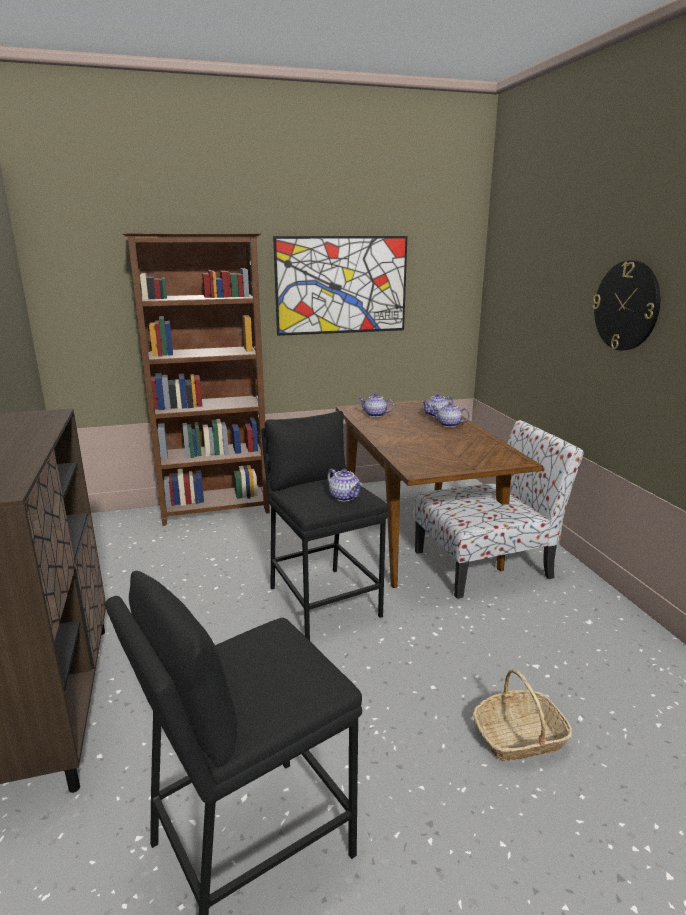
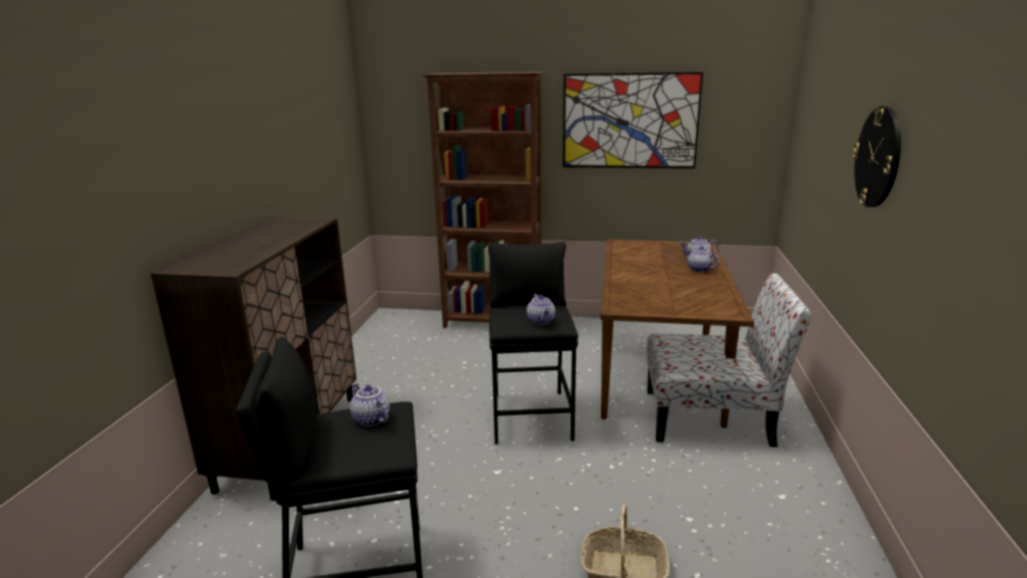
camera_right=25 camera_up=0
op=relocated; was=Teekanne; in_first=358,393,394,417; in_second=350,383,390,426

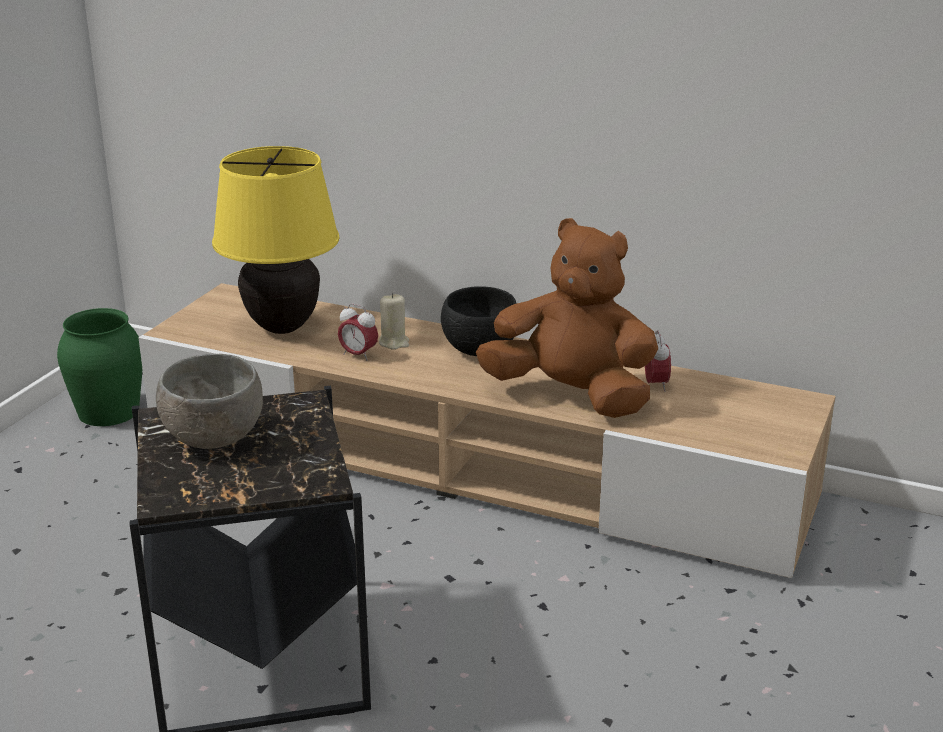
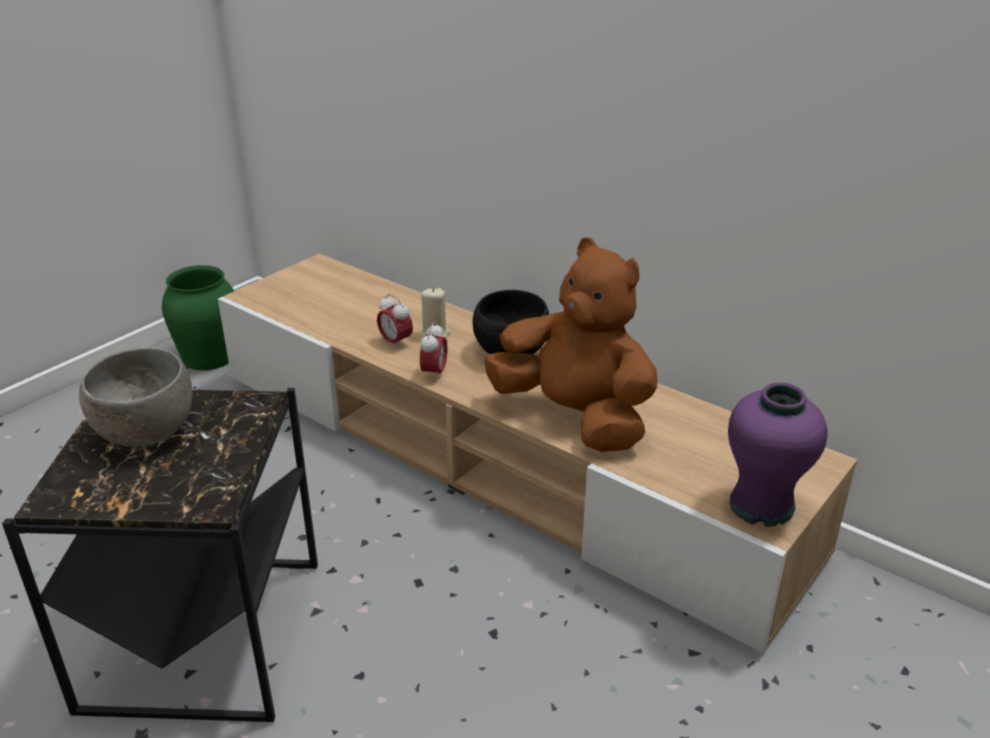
camera_right=15 camera_up=5
op=missing; was=Tischlampe/gelb; in_first=212,146,339,334
op=relocated; was=Wecker; in_first=645,330,671,392; in_second=420,322,448,382
op=appeared; now=Vase/lila; in_second=728,382,827,527

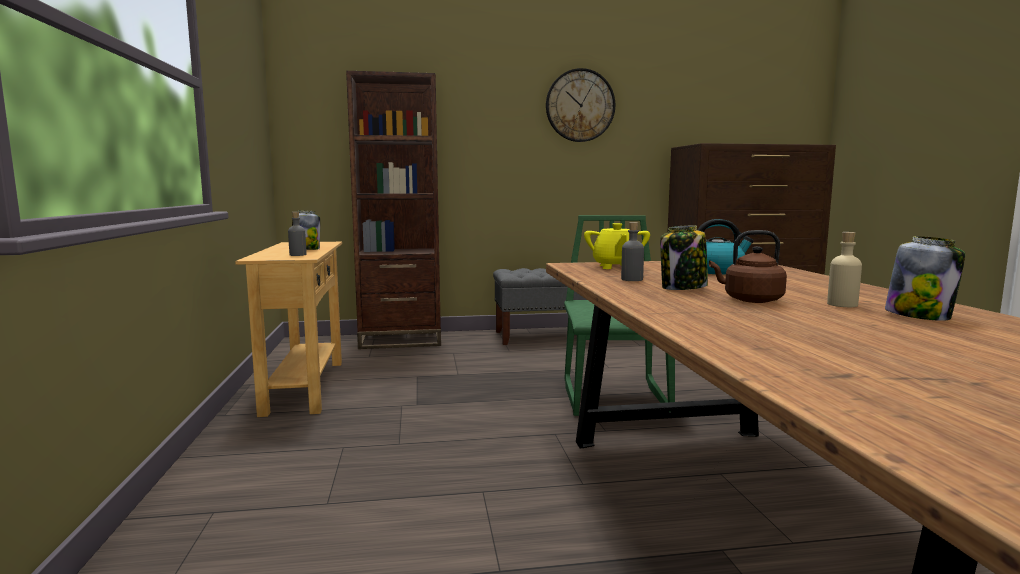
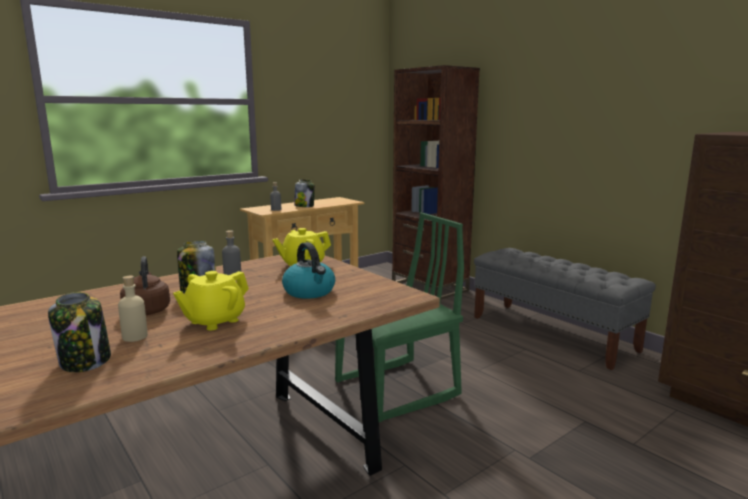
camera_right=60 camera_up=5
op=missing; was=Wanduhr; in_first=546,68,615,142
op=appeared; now=Teekanne/gelb; in_second=173,271,249,330

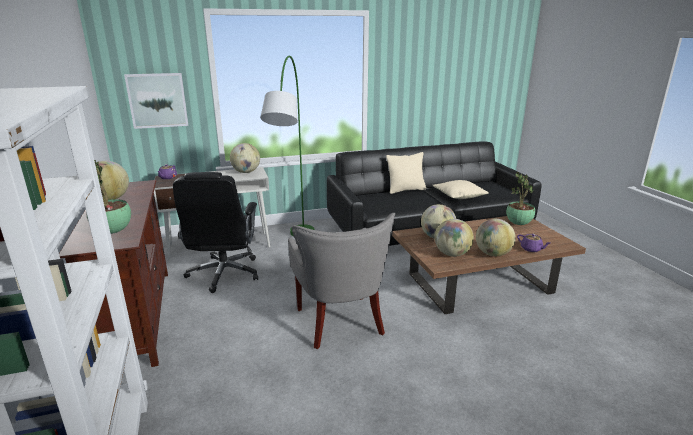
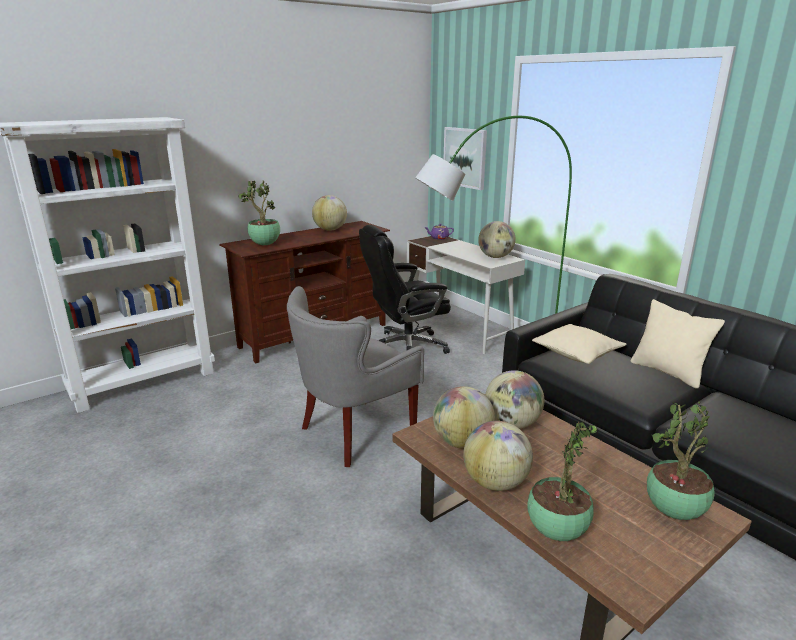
camera_right=70 camera_up=0
op=relocated; was=Kissen/beige; in_first=433,180,489,199; in_second=532,324,627,364
op=exchanged; was=Teekanne/lila; now=Topfpflanze; in_first=517,234,550,252; in_second=527,422,598,541

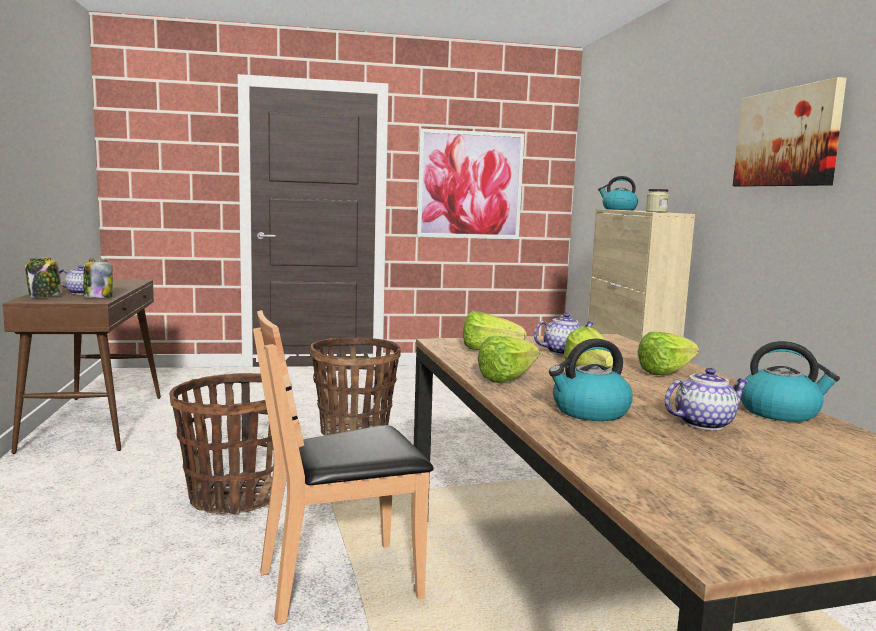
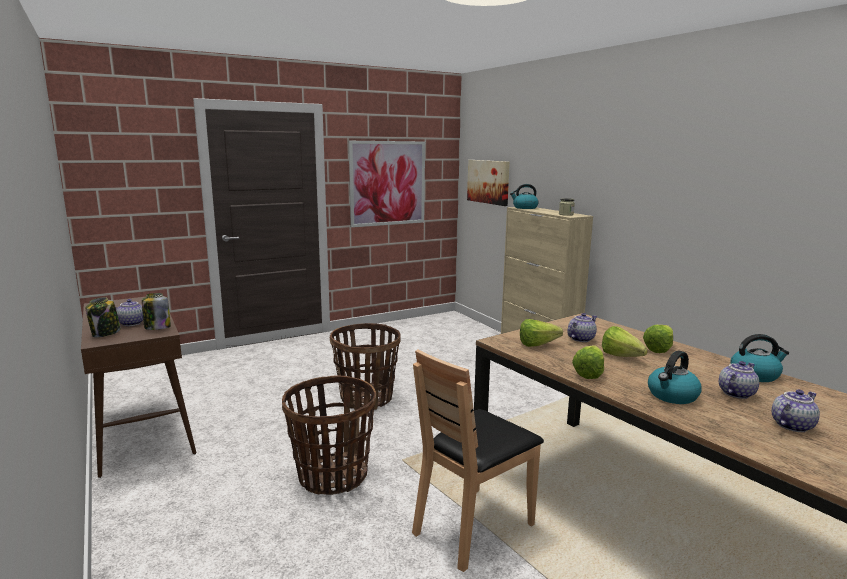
camera_right=-20 camera_up=5
op=relocated; was=Bild; in_first=733,77,847,187; in_second=467,160,510,206
op=appeared; now=Teekanne; in_second=772,389,820,432

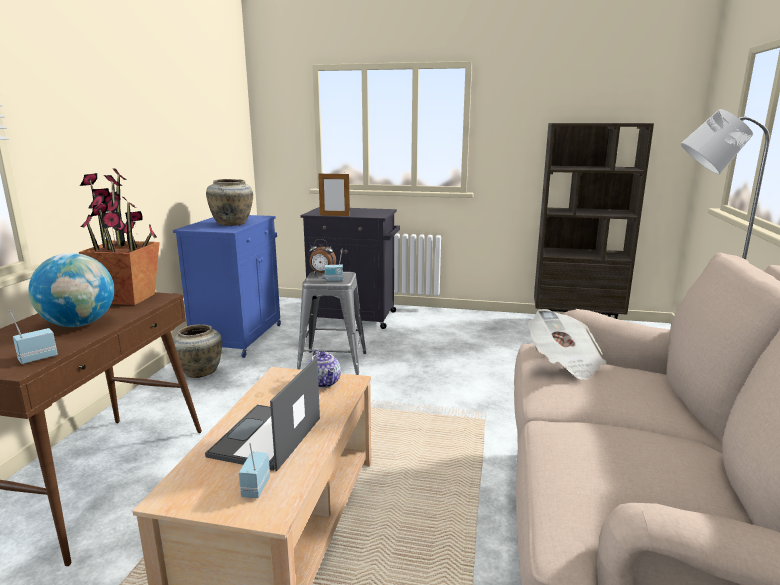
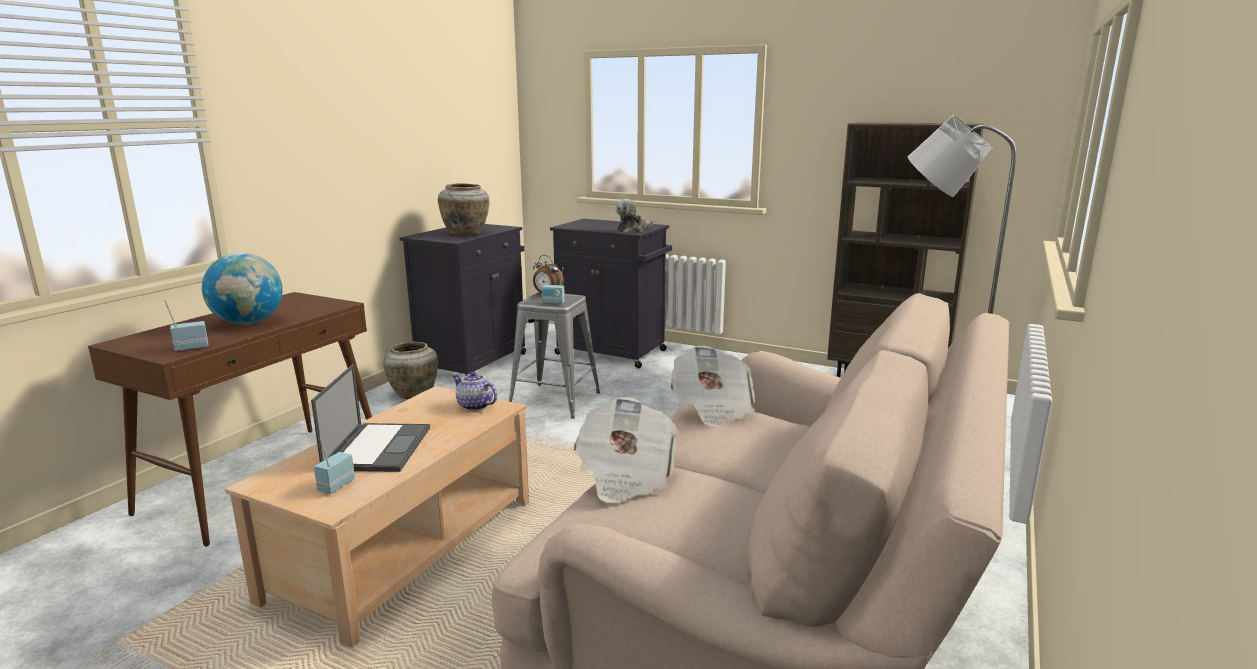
camera_right=15 camera_up=0
op=missing; was=Topfpflanze; in_first=79,168,160,305
op=missing; was=Bilderrahmen; in_first=318,172,350,216
op=colour; was=Schrank/blau; now=Schrank/schwarz; in_first=173,215,281,358; in_second=400,224,526,376
op=spun; was=Teekanne; in_first=307,349,341,388; in_second=452,371,497,411; clockwise=135
op=spun; was=Laptop; in_first=205,357,320,471; in_second=311,364,430,472; clockwise=150
op=appeared; now=Plüschtier; in_second=616,199,653,233
op=appeared; now=Zeitung; in_second=574,397,678,503

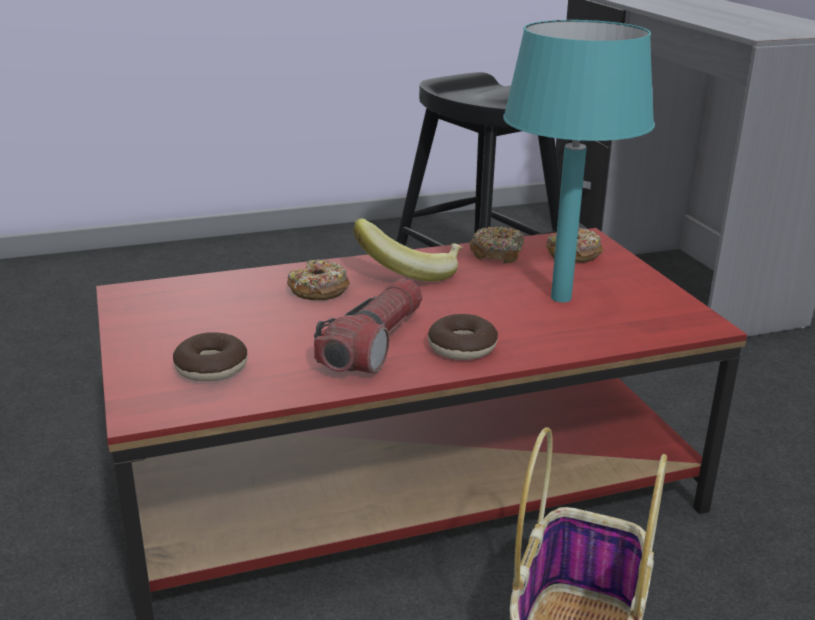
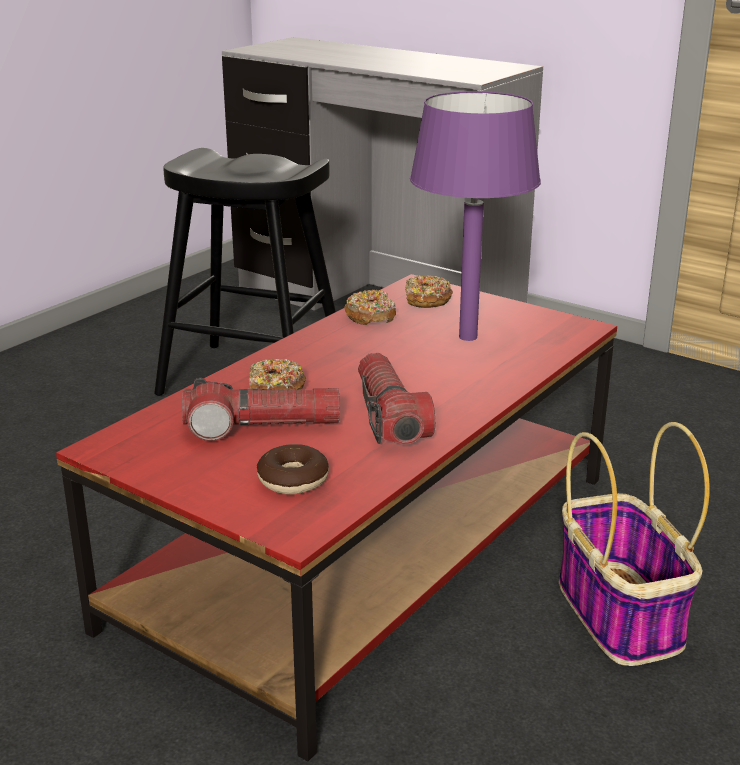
camera_right=-35 camera_up=0
op=colour; was=Tischlampe/türkis; now=Tischlampe/lila; in_first=503,20,655,302; in_second=410,91,541,341
op=missing; was=Banane; in_first=353,218,463,281
op=missing; was=Donut; in_first=428,314,498,360
op=appeared; now=Taschenlampe; in_second=182,378,340,441

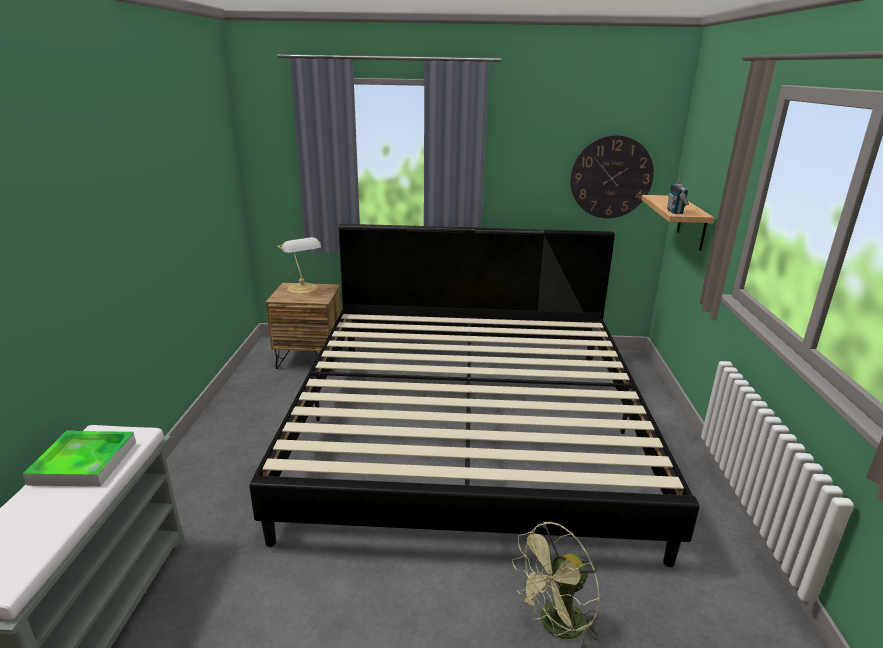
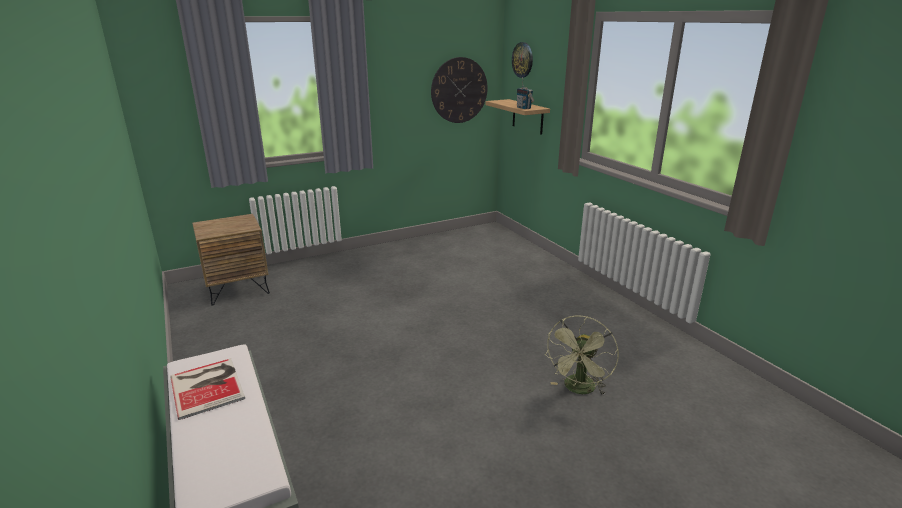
camera_right=-30 camera_up=0
op=missing; was=Bett; in_first=249,224,699,567
op=missing; was=Tischlampe; in_first=277,237,321,294
op=exchanged; was=Tablett; now=Buch; in_first=23,431,136,486; in_second=170,358,245,420
op=appeared; now=Wanduhr; in_second=512,42,533,78

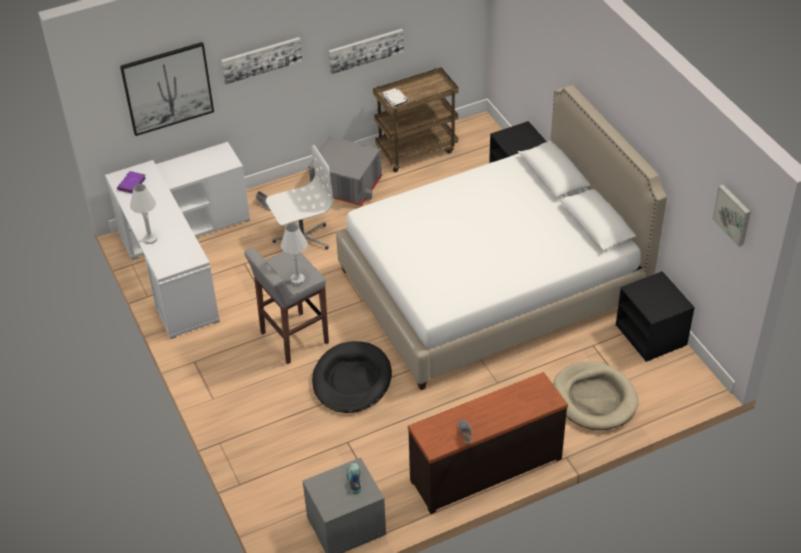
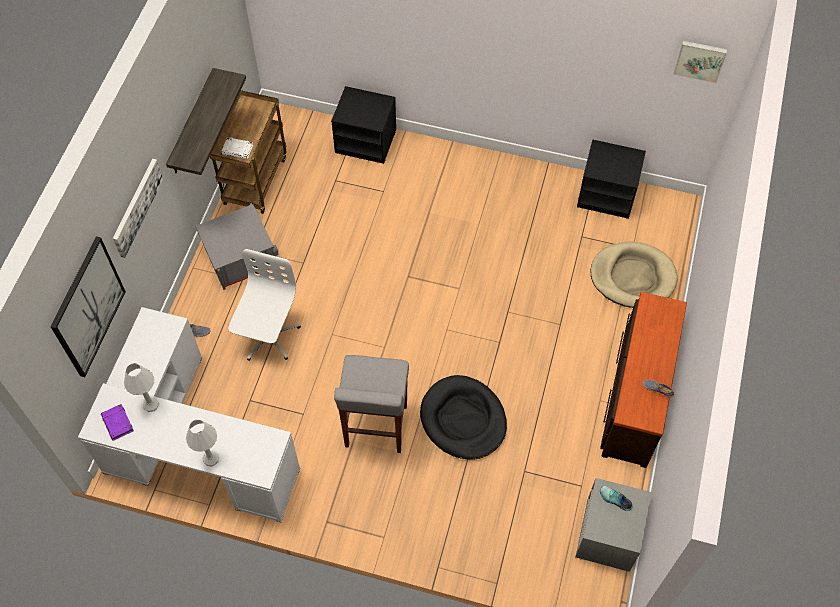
camera_right=-50 camera_up=15
op=exchanged; was=Bild; now=Wandregal; in_first=329,29,404,74; in_second=166,68,246,175
op=missing; was=Bett/weiß; in_first=336,85,667,390
op=relocated; was=Tischlampe/weiß; in_first=281,223,307,285; in_second=124,363,159,412

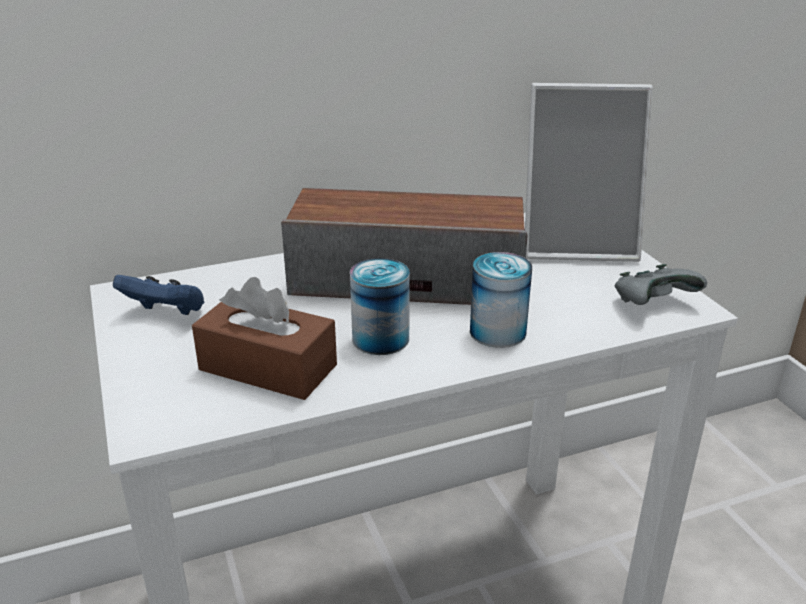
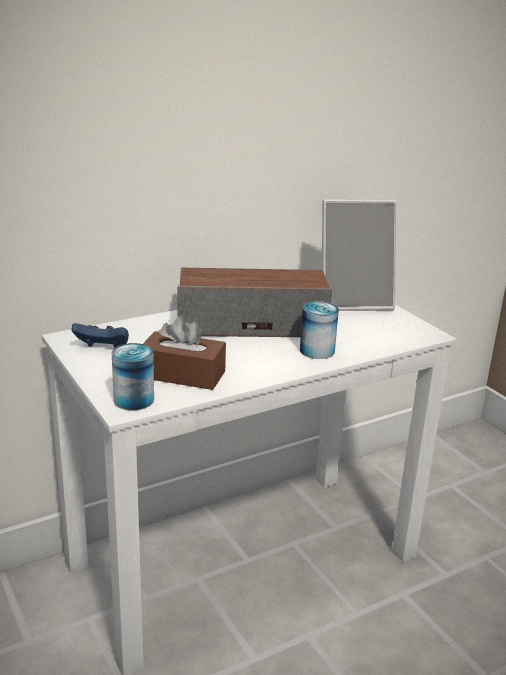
camera_right=-10 camera_up=-5
op=relocated; was=Dose; in_first=350,258,410,355; in_second=112,343,154,410
op=missing; was=Gamepad/grau; in_first=615,264,707,305

